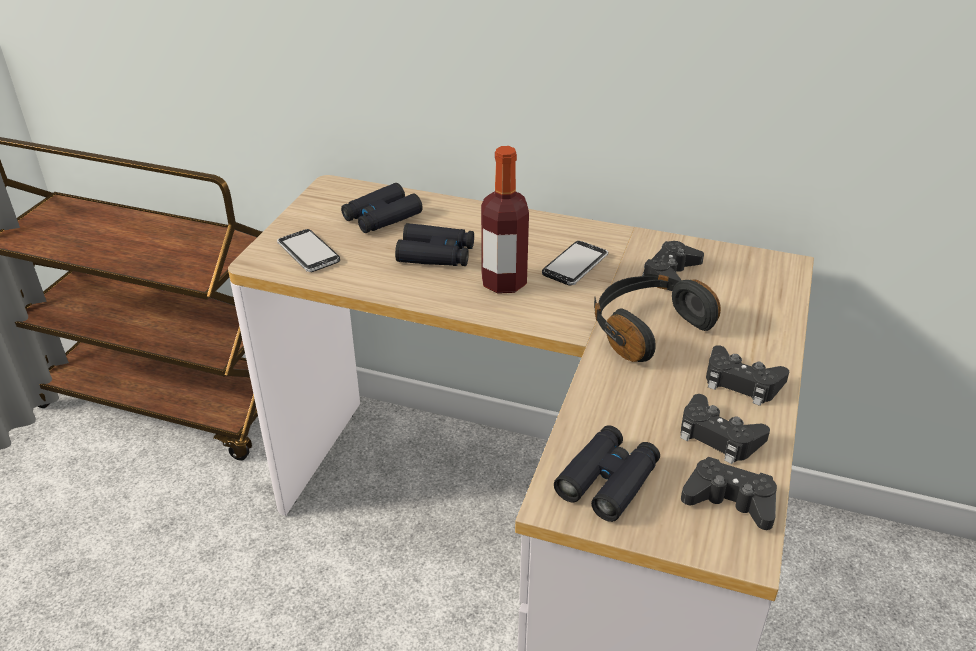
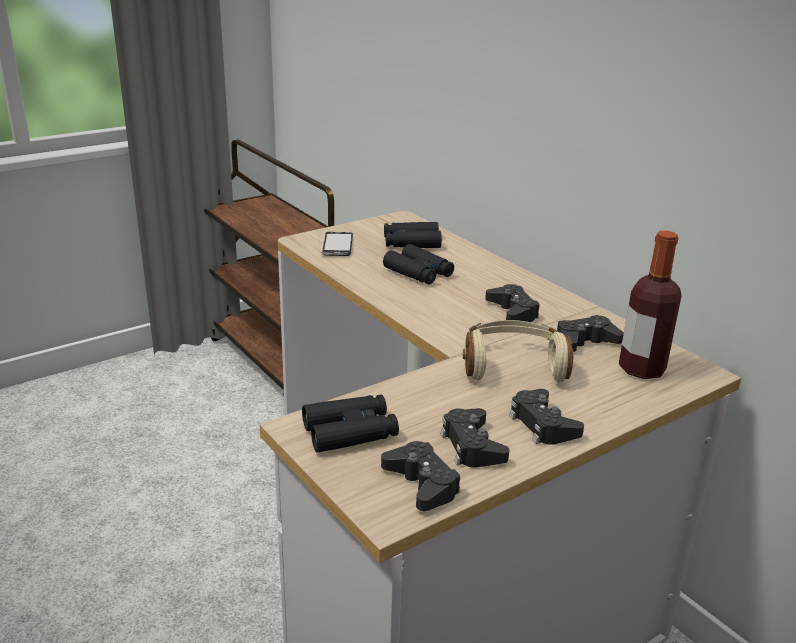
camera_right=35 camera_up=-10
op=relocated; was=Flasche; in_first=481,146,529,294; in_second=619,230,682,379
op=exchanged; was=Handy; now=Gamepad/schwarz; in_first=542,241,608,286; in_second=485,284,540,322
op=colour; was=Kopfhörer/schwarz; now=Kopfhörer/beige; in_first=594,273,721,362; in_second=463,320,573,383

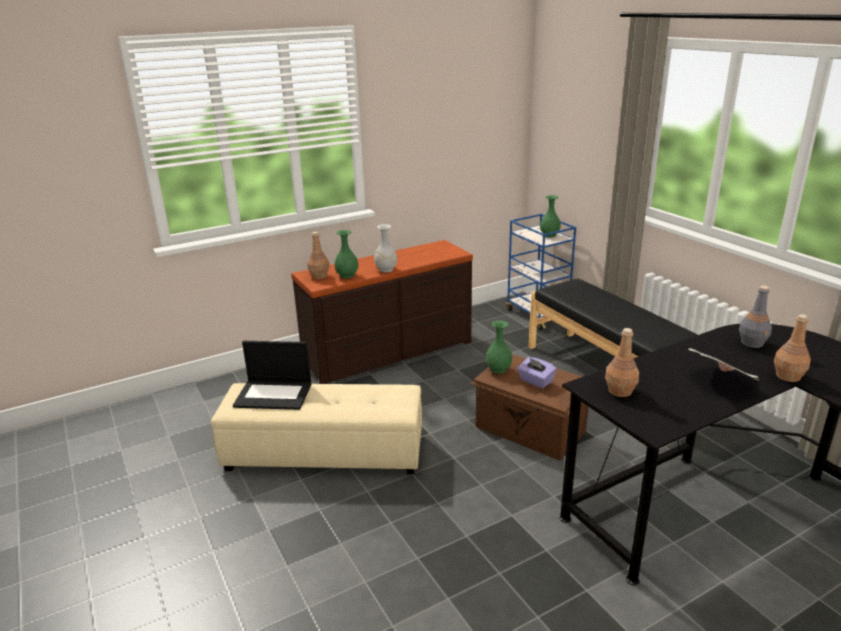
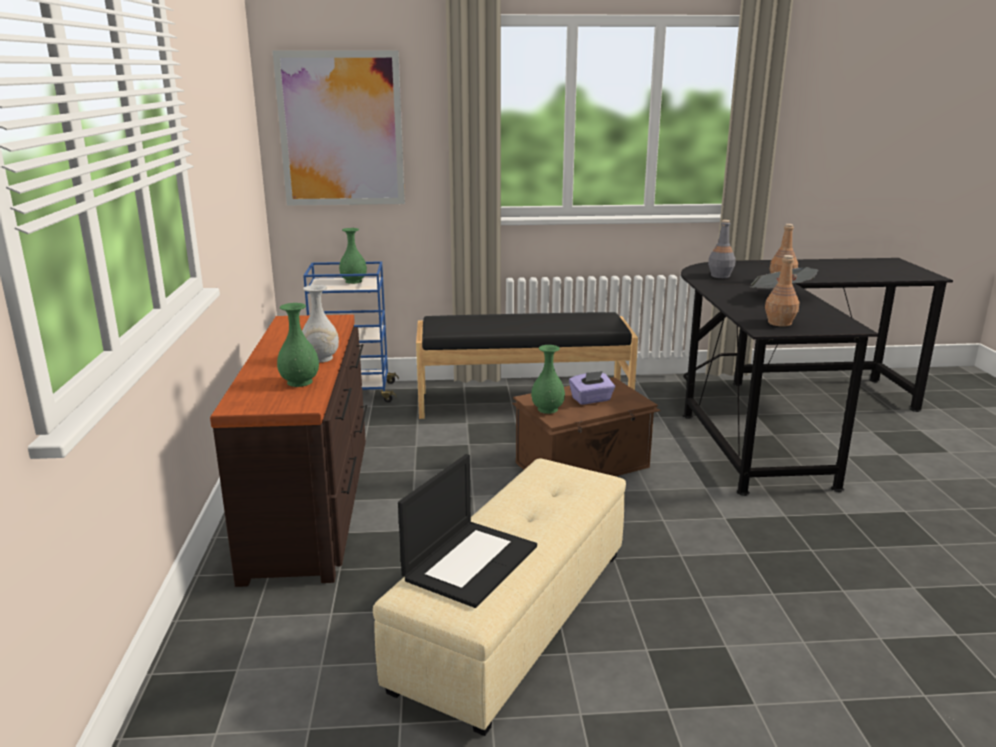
camera_right=-65 camera_up=-5
op=missing; was=Flasche/braun; in_first=307,232,330,279
op=appeared; now=Bild; in_second=272,50,405,205

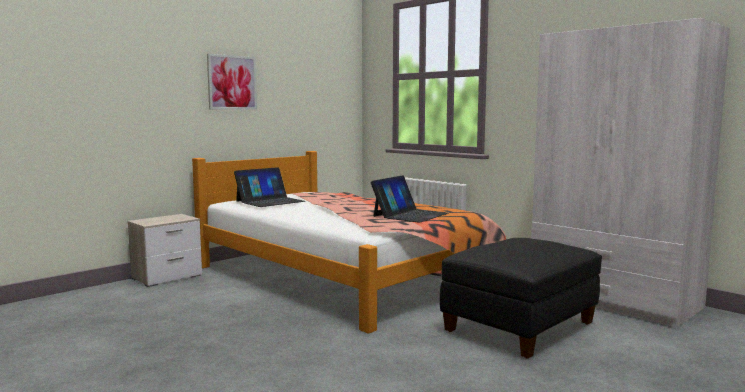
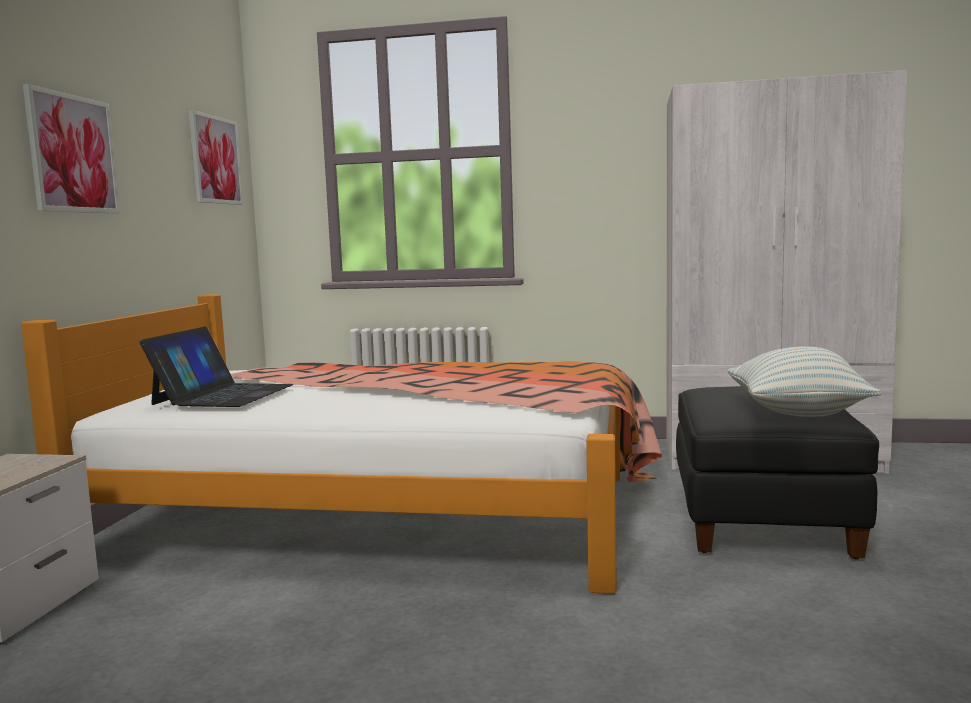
camera_right=-35 camera_up=0
op=missing; was=Laptop; in_first=370,175,449,223
op=appeared; now=Bild; in_second=189,110,243,205
op=appeared; now=Kissen; in_second=728,346,881,417

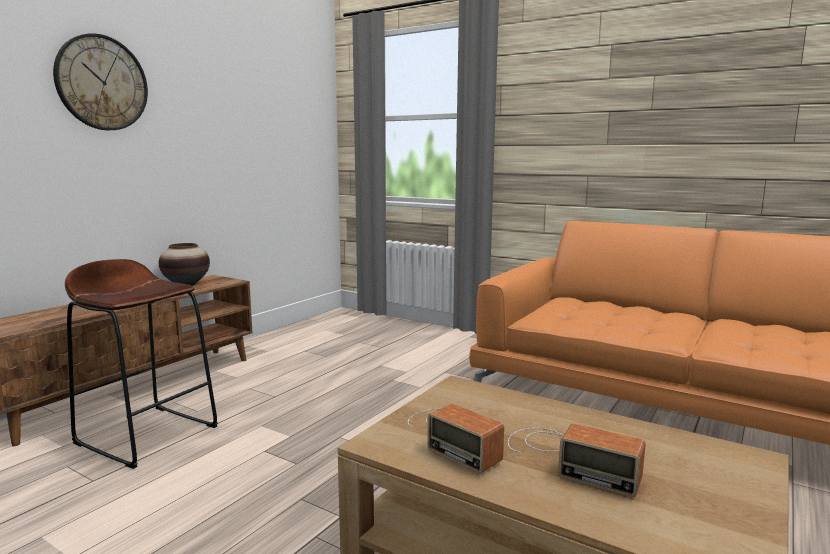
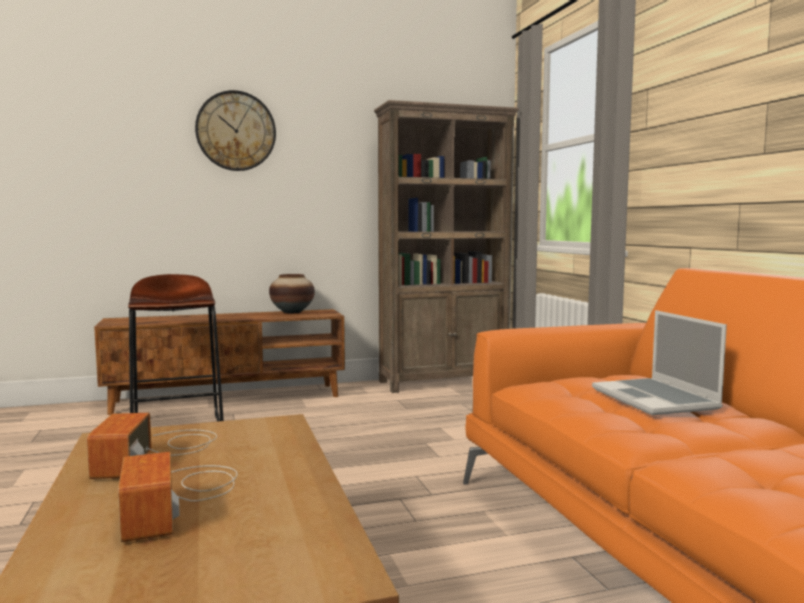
camera_right=40 camera_up=-5
op=appeared; now=Bücherregal/braun; in_second=374,100,519,393
op=appeared; now=Laptop; in_second=592,310,727,415

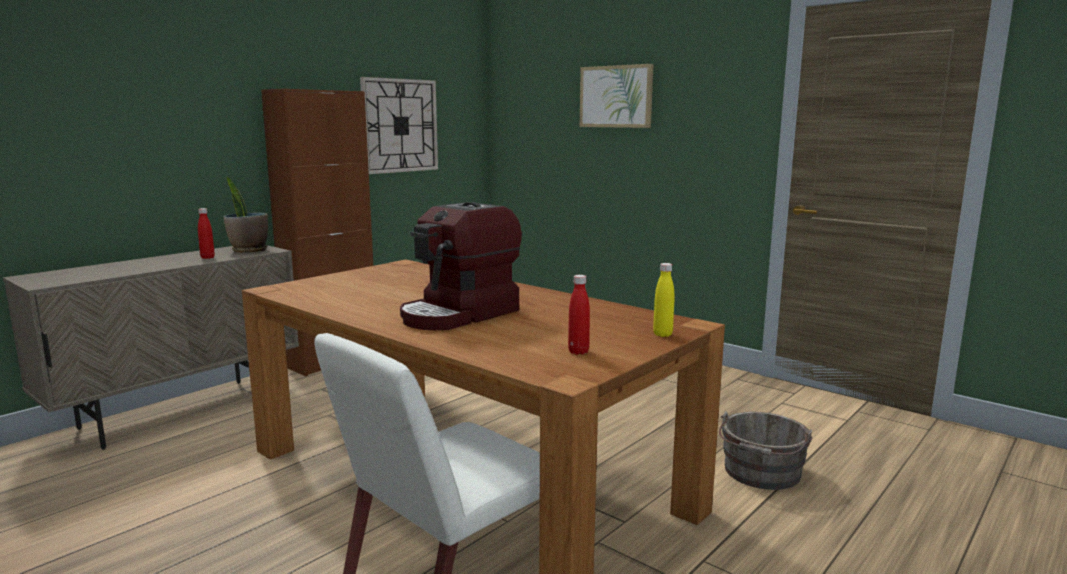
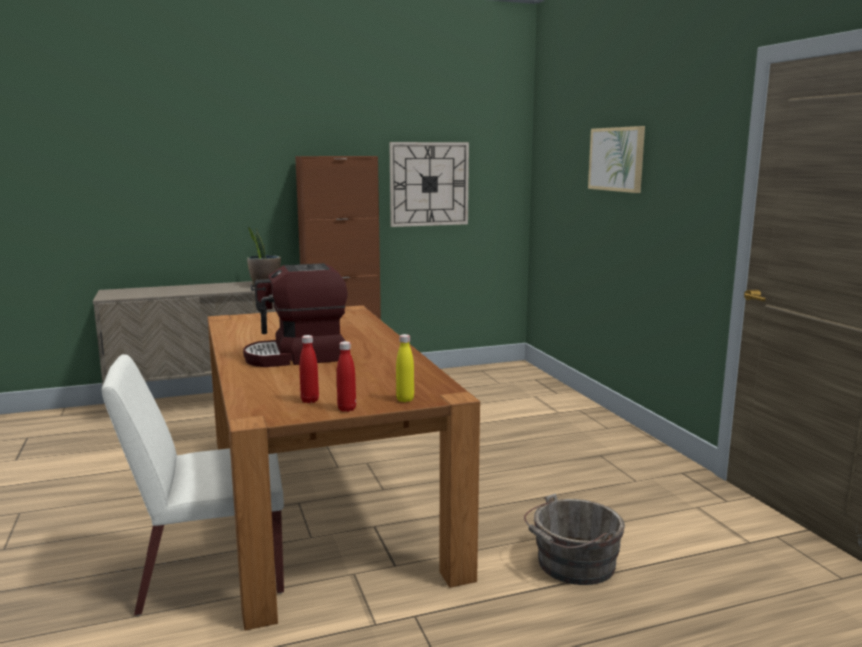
camera_right=30 camera_up=0
op=relocated; was=Flasche/rot; in_first=198,208,215,259; in_second=337,341,356,412

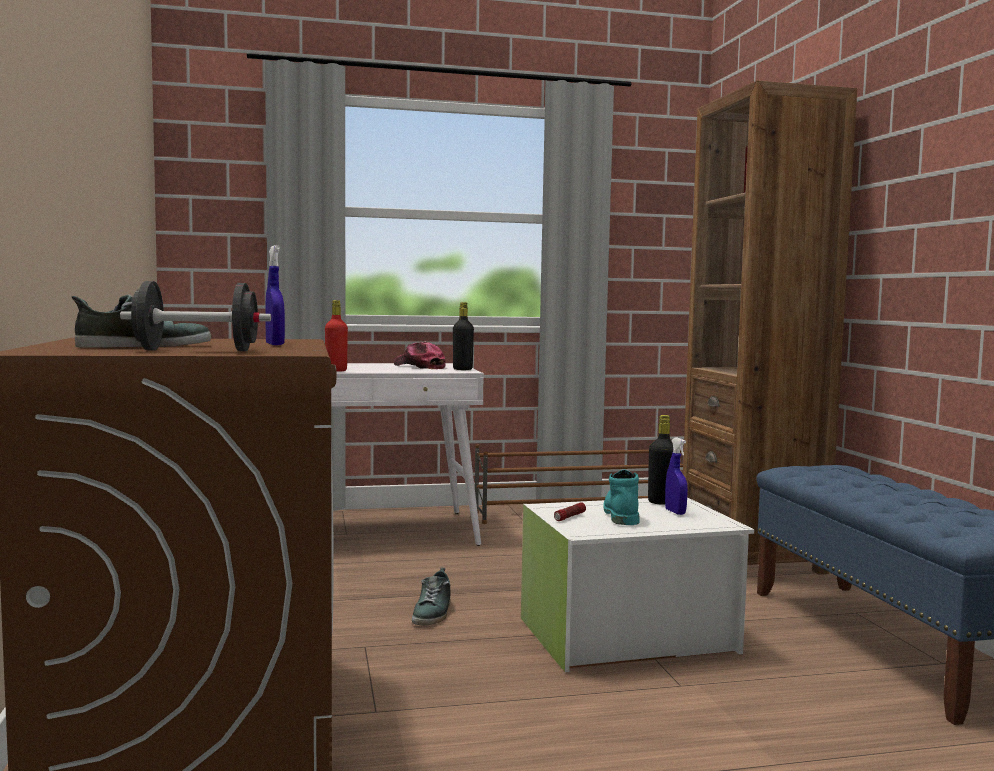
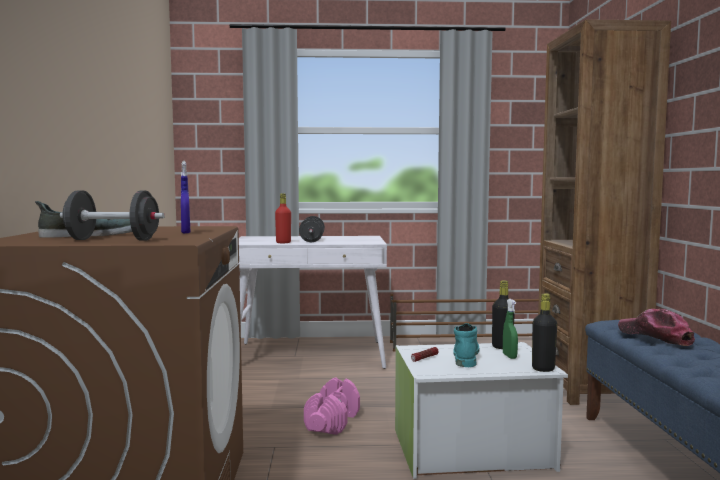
camera_right=10 camera_up=0
op=relocated; was=Flasche/schwarz; in_first=453,302,474,370; in_second=532,293,557,372
op=relocated; was=Kappe; in_first=394,342,446,369; in_second=618,309,695,346
op=colour; was=Sprühflasche/blau; now=Sprühflasche/grün; in_first=665,437,688,515; in_second=503,299,518,359
op=exchanged; was=Schuh; now=Hantel/rosa; in_first=412,567,451,625; in_second=304,377,360,435
op=appeared; now=Hantel/schwarz; in_second=299,216,325,242

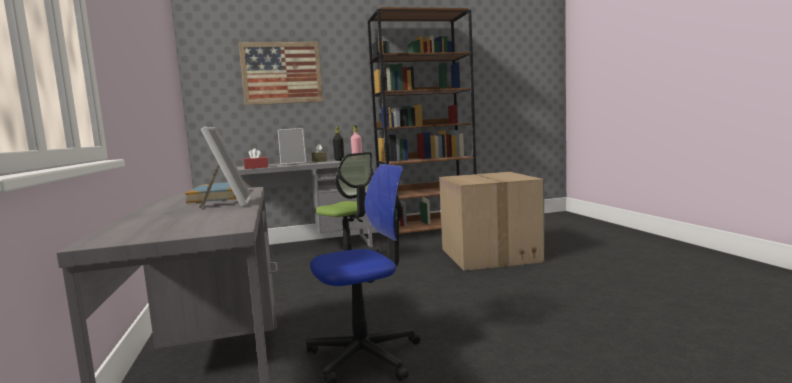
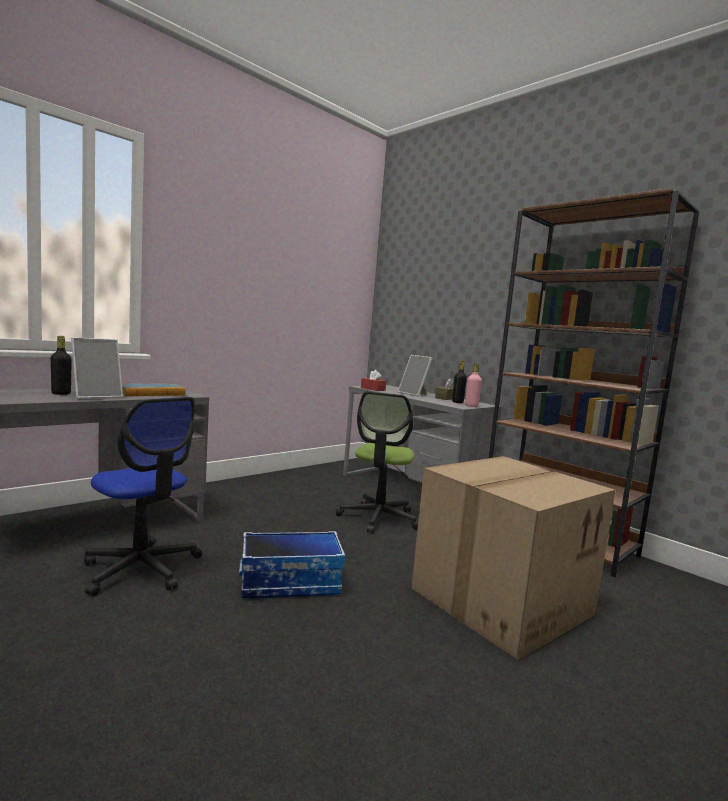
camera_right=60 camera_up=0
op=missing; was=Bild; in_first=239,42,323,105
op=appeared; now=Flasche/schwarz; in_second=51,336,72,395
op=appeared; now=Aufbewahrungsbox; in_second=239,531,346,599

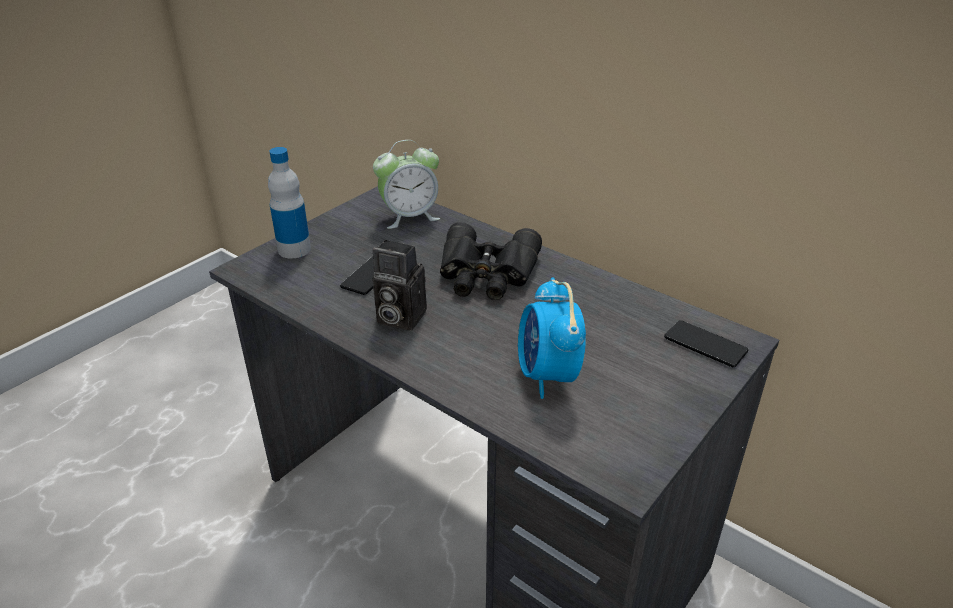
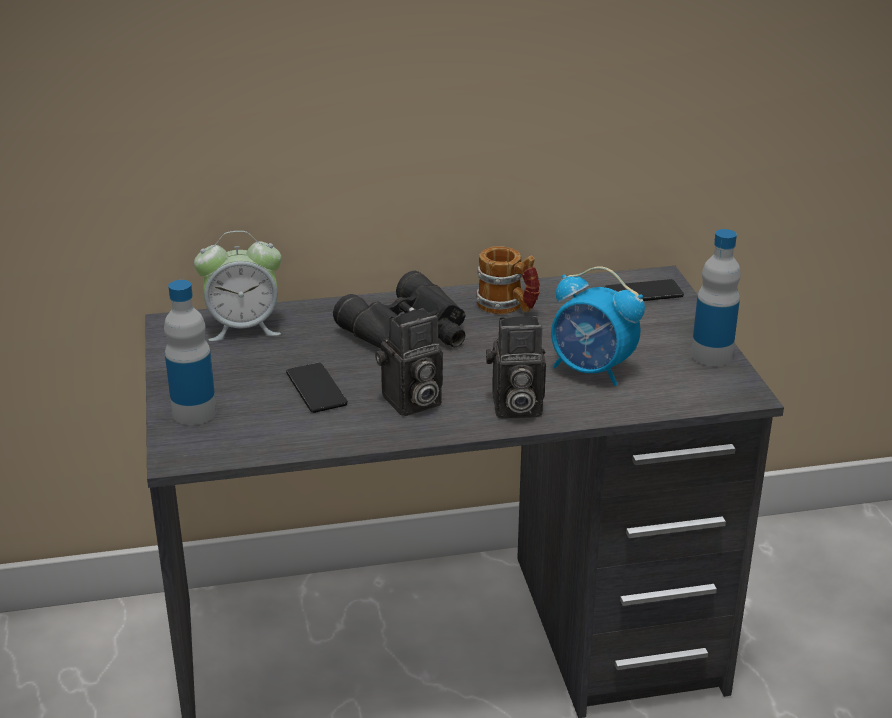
camera_right=-50 camera_up=-5
op=spun; was=Wecker; in_first=373,140,440,229; in_second=194,231,281,341; clockwise=60
op=appeared; now=Flasche; in_second=691,229,741,366
op=appeared; now=Henkelbecher; in_second=476,246,540,314
op=appeared; now=Kamera; in_second=486,316,546,419

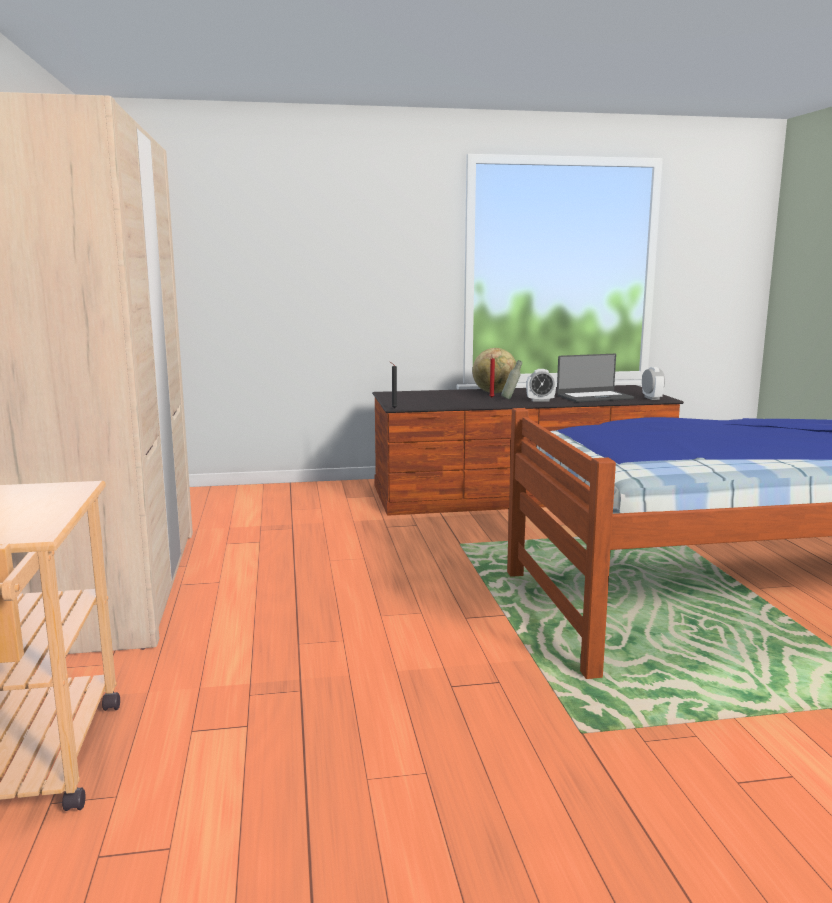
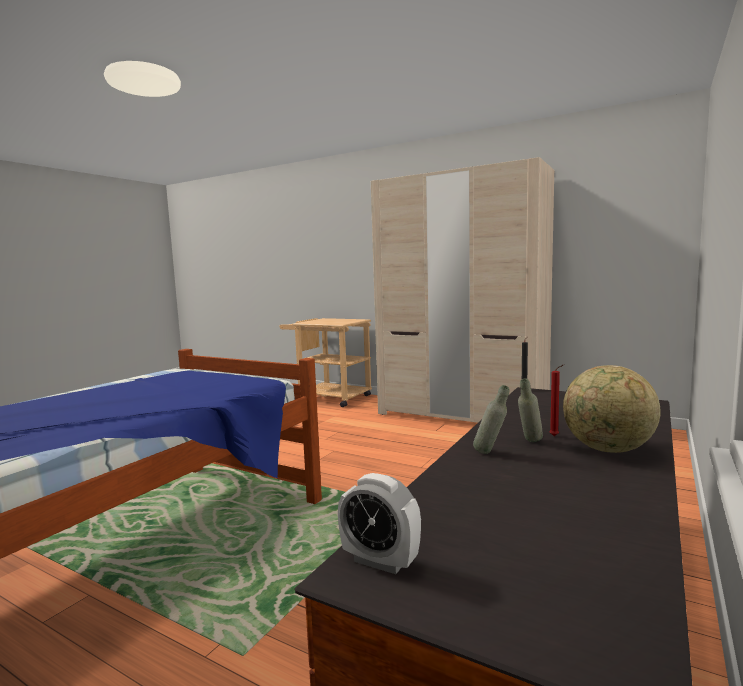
camera_right=130 camera_up=-5
op=missing; was=Laptop; in_first=557,354,634,403
op=exchanged; was=Wecker; now=Flasche/grau; in_first=526,369,556,402; in_second=473,385,510,454

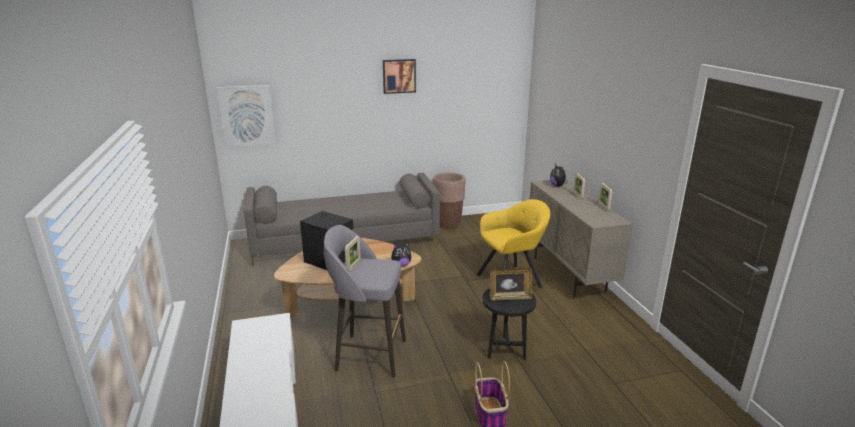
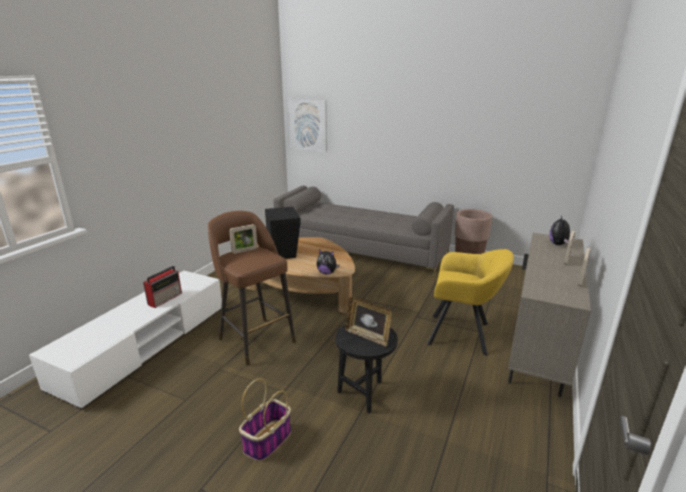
camera_right=40 camera_up=0
op=missing; was=Bild; in_first=383,59,416,94
op=colour; was=Hocker/grau; now=Hocker/braun; in_first=324,225,406,377; in_second=208,211,296,366
op=appeared; now=Radio; in_second=143,266,182,308

